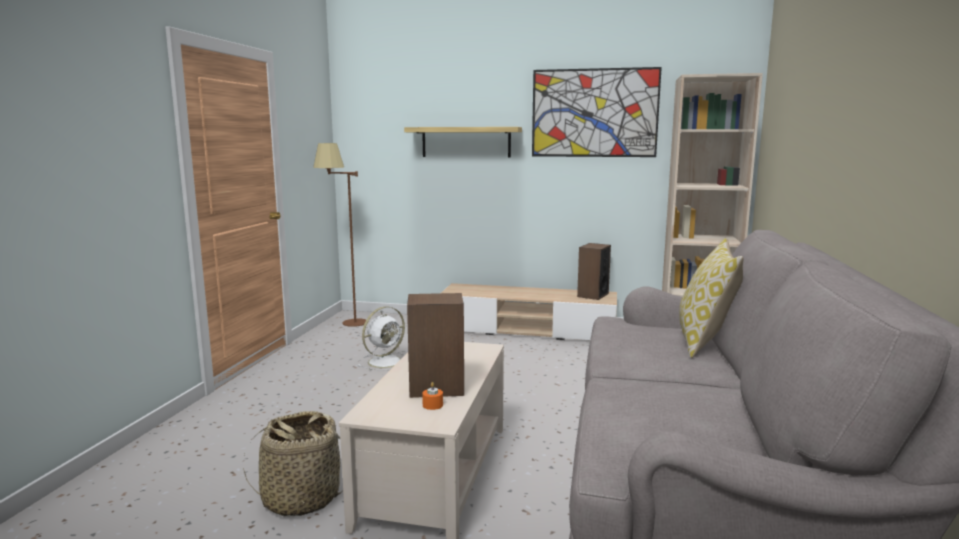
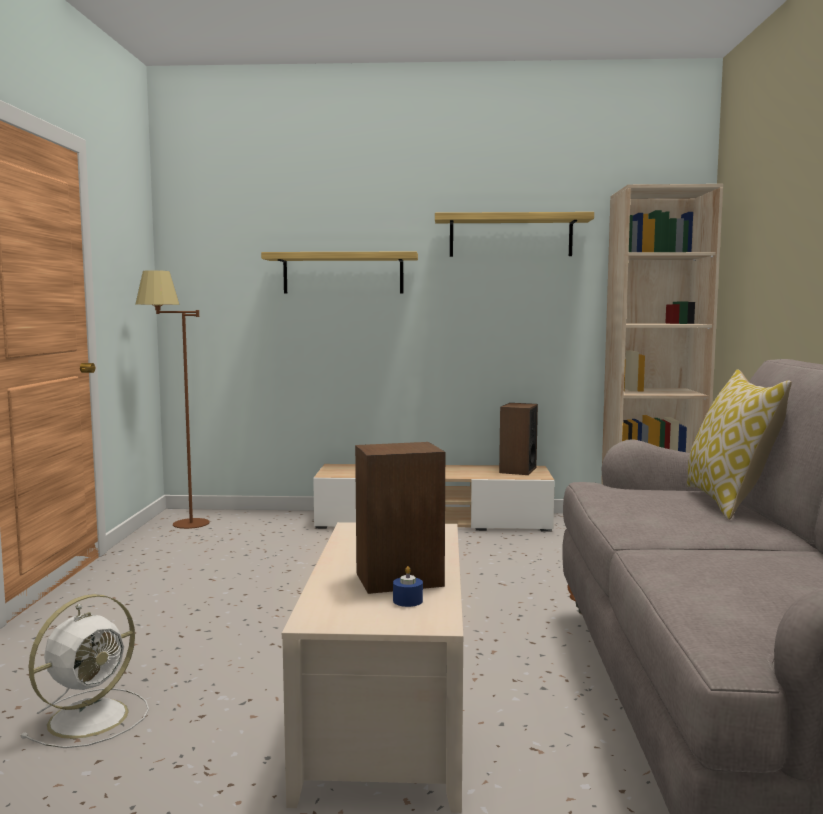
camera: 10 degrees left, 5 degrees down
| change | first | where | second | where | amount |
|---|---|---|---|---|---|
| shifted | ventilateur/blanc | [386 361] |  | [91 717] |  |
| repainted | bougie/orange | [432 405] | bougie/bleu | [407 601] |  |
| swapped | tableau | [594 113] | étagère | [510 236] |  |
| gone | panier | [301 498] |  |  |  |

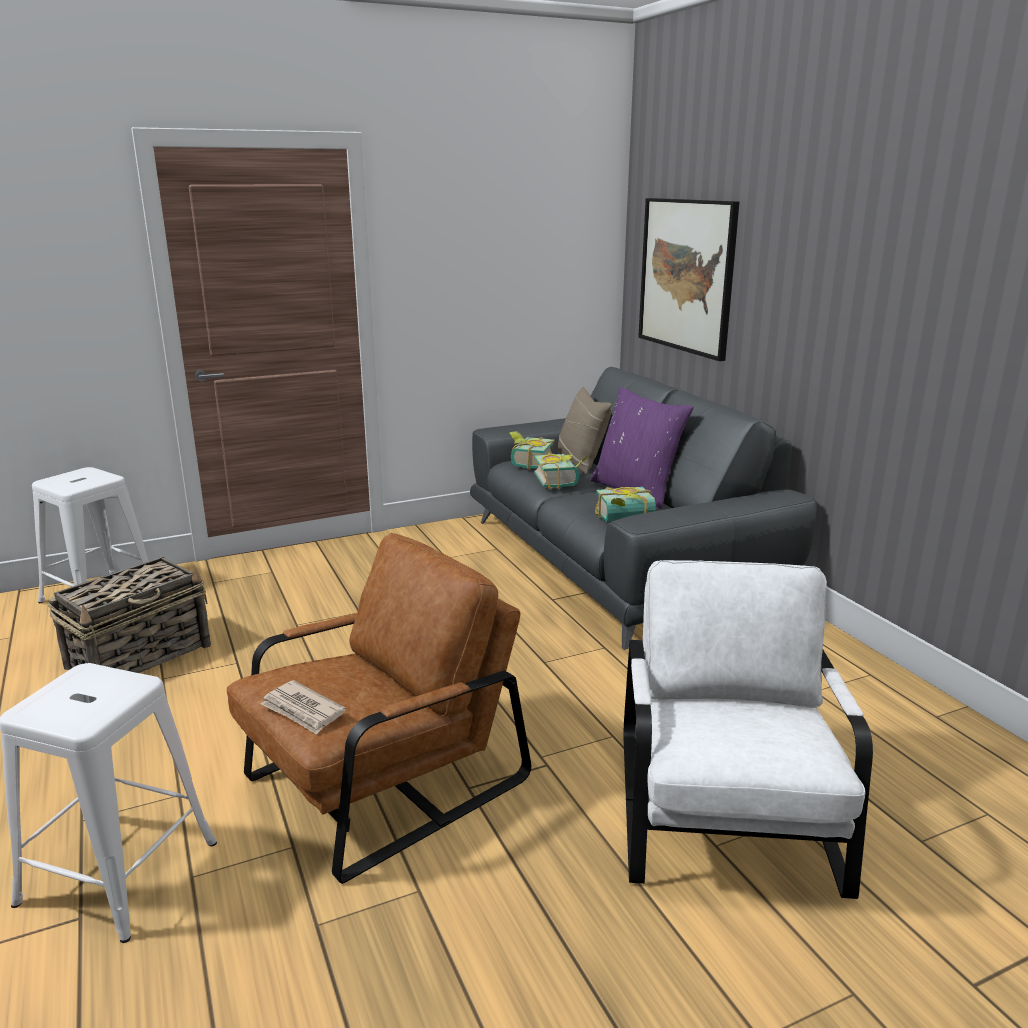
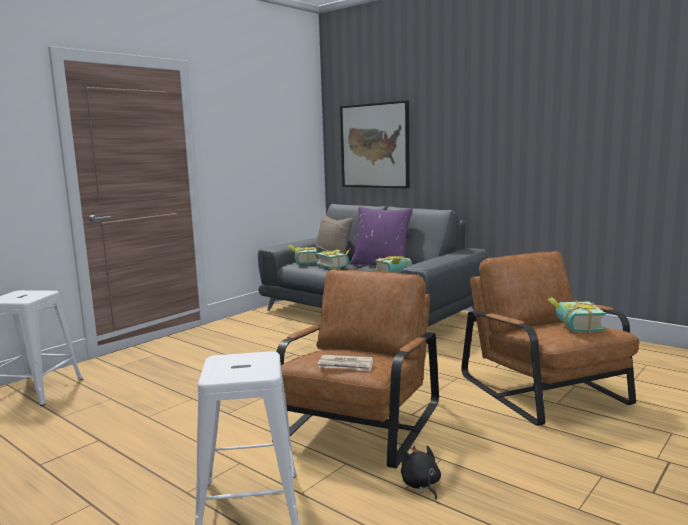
camera: 25 degrees left, 10 degrees down
| change | first | where | second | where | amount |
|---|---|---|---|---|---|
| new |  |  | peluche/noir | [421 485] |  |
| repainted | fauteuil/blanc | [727 810] | fauteuil/marron | [545 390] |  |
| new |  |  | livre | [573 327] |  |
| gone | panier | [141 656] |  |  |  |

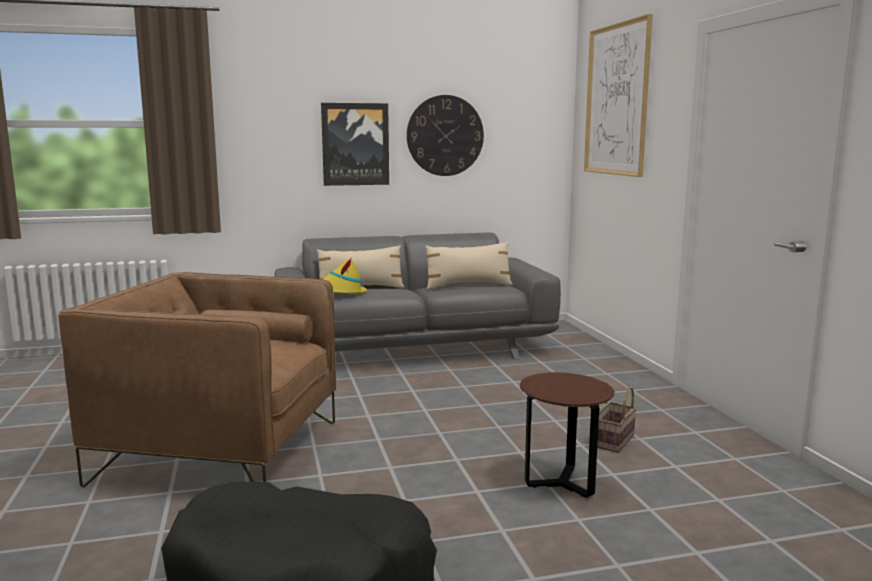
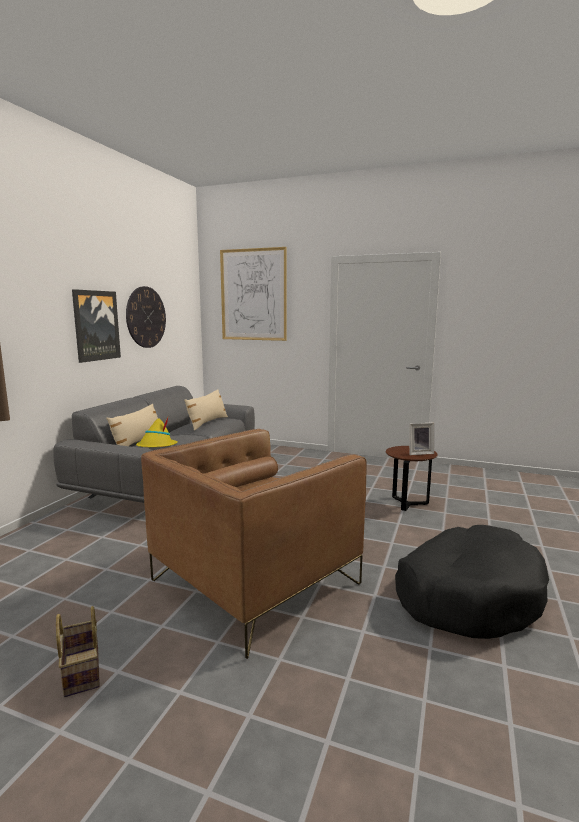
camera: 55 degrees left, 0 degrees up
| change | first | where | second | where | amount |
|---|---|---|---|---|---|
| shifted | panier | [612 440] |  | [80 670] |  |
| new |  |  | cadre photo | [419 453] |  |

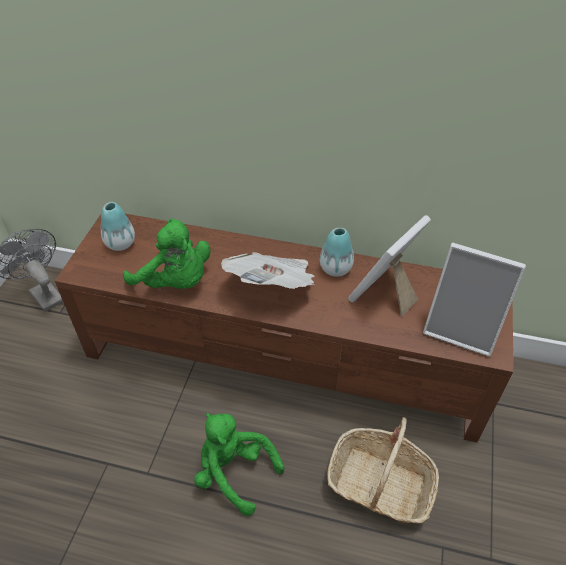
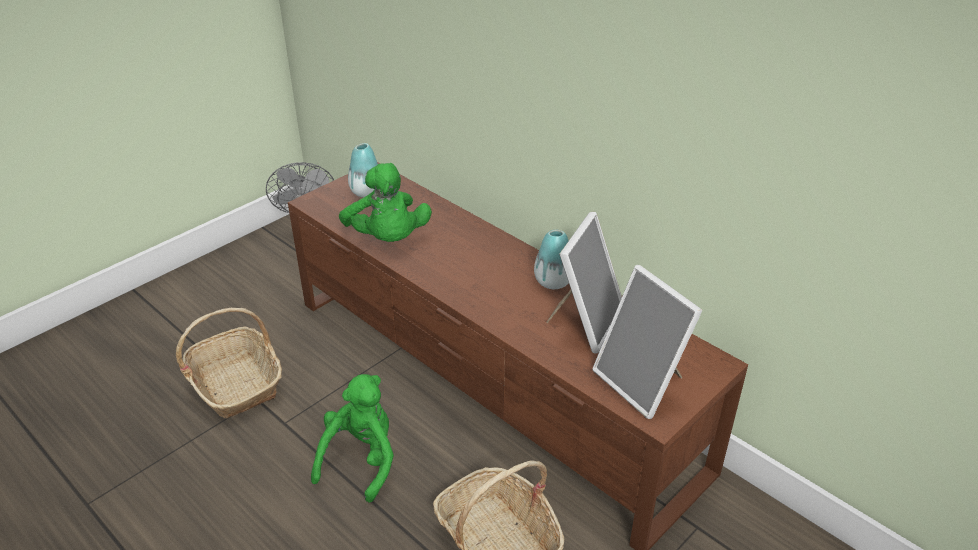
camera: 30 degrees right, 10 degrees down
| change | first | where | second | where | amount |
|---|---|---|---|---|---|
| new |  |  | panier | [235 383] |  |
| rotated | peluche/vert | [234 472] |  | [361 459] | 45 degrees clockwise |
| rotated | cadre photo | [385 294] |  | [585 322] | 135 degrees clockwise |
| gone | journal | [273 286] |  |  |  |

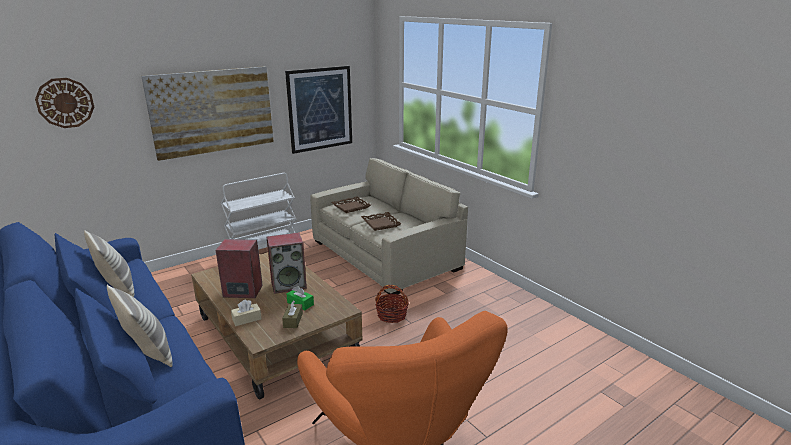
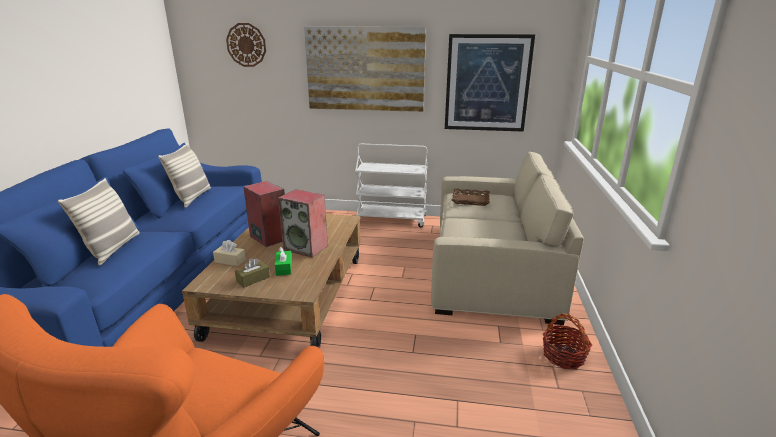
camera: 45 degrees right, 0 degrees up
| change | first | where | second | where | amount |
|---|---|---|---|---|---|
| shifted | panier | [392 315] |  | [563 356] |  |
| gone | plateau/marron | [380 224] |  |  |  |

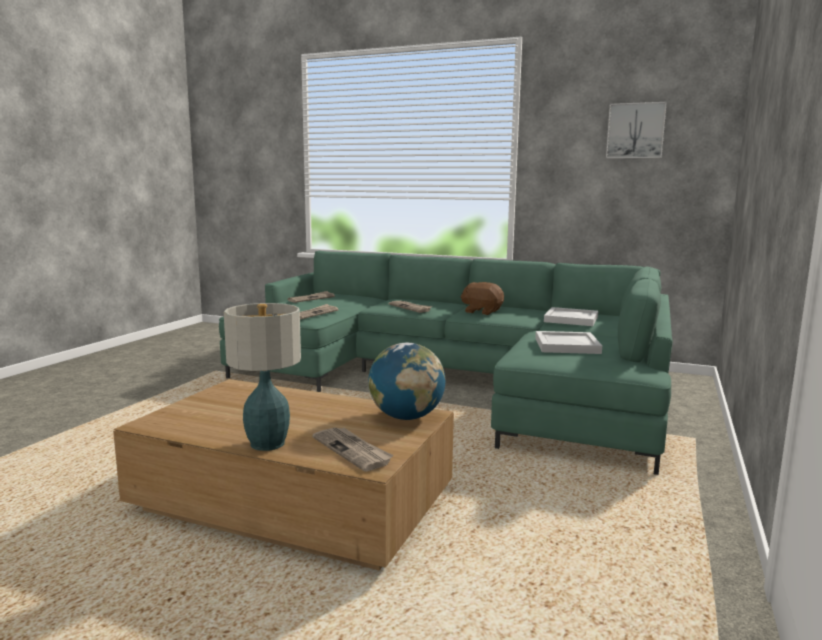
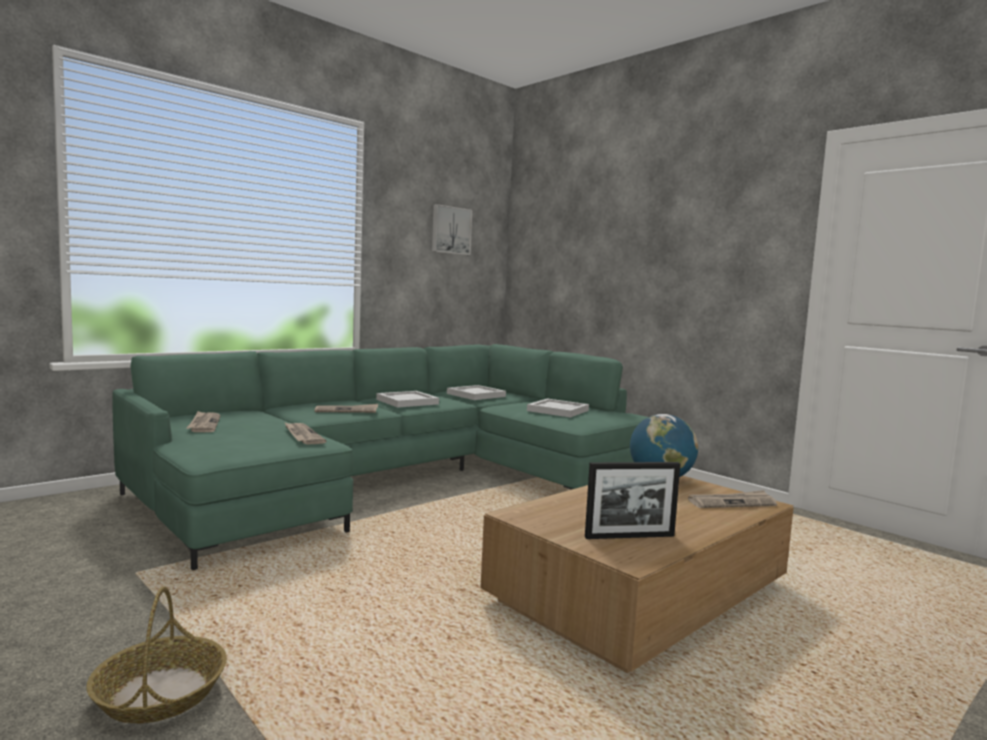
camera: 65 degrees left, 5 degrees down
| change | first | where | second | where | amount |
|---|---|---|---|---|---|
| new |  |  | panier | [159 692] |  |
| swapped | peluche/marron | [482 312] | plateau/blanc | [408 402] |  |
| new |  |  | cadre photo | [629 536] |  |
| gone | lampe de table | [268 443] |  |  |  |

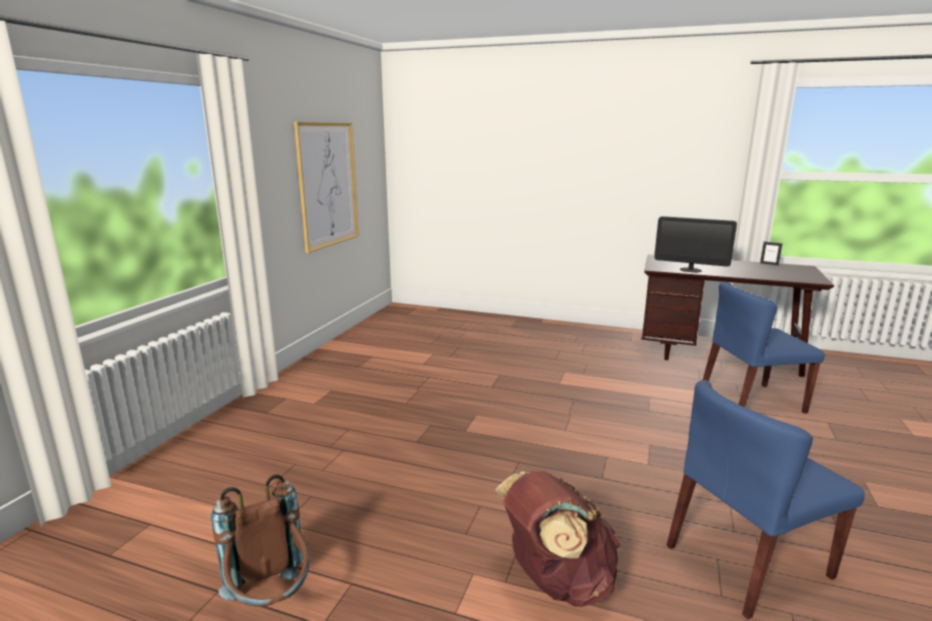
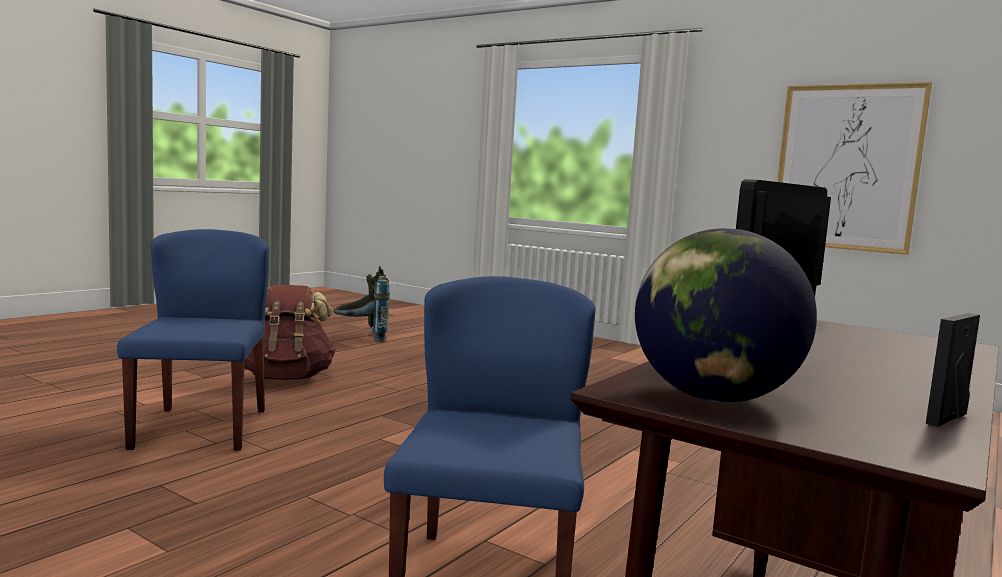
camera: 105 degrees right, 10 degrees down
| change | first | where | second | where | amount |
|---|---|---|---|---|---|
| repainted | sac à dos/marron | [271 603] | sac à dos/gris | [362 337] |  |
| new |  |  | globe | [712 398] |  |

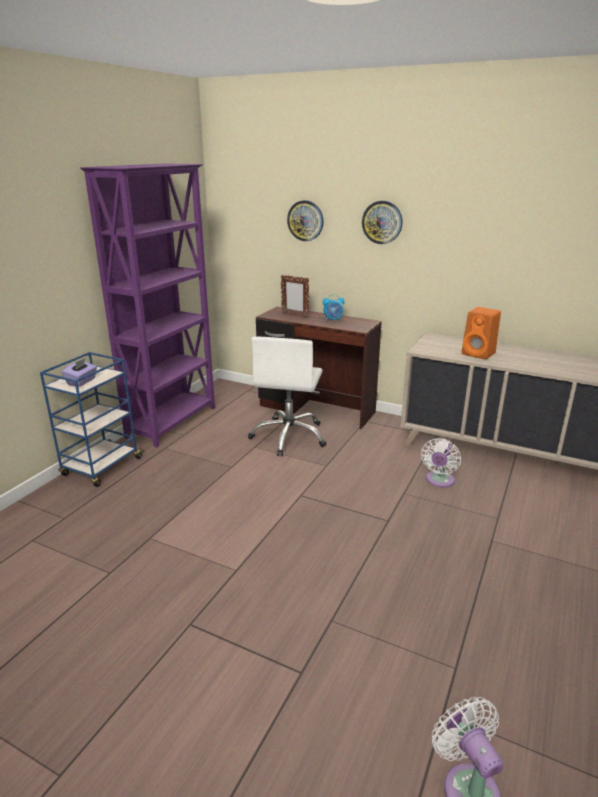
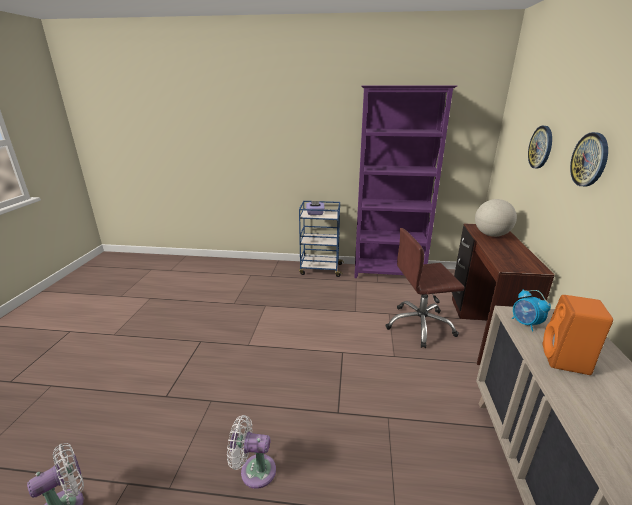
camera: 70 degrees right, 0 degrees up
| change | first | where | second | where | amount |
|---|---|---|---|---|---|
| shifted | ventilateur/blanc | [439 481] |  | [254 470] |  |
| repainted | chaise de bureau/blanc | [289 436] | chaise de bureau/marron | [420 326] |  |
| swapped | cadre photo | [294 315] | globe | [491 235] |  |
| shifted | réveil | [333 320] |  | [525 324] |  |

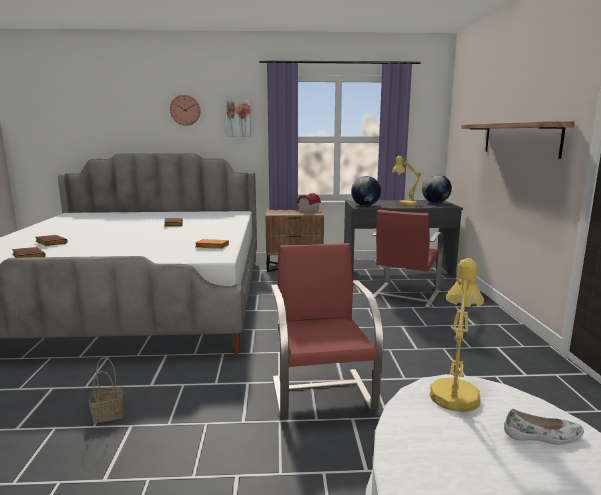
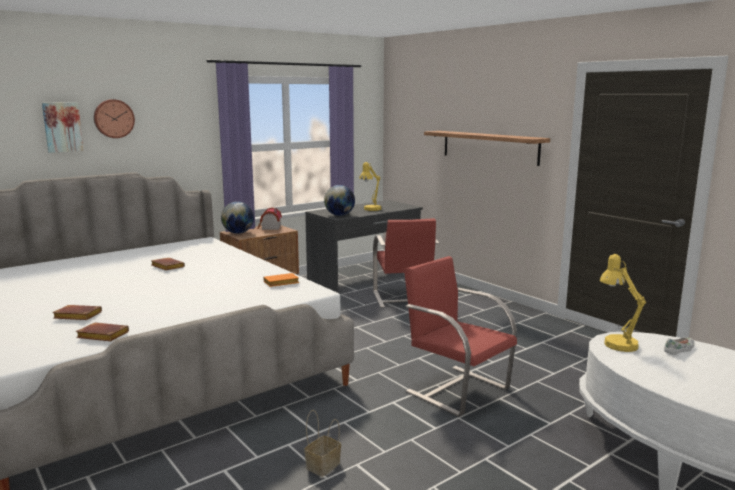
camera: 35 degrees left, 0 degrees up
| change | first | where | second | where | amount |
|---|---|---|---|---|---|
| shifted | tableau | [239 118] |  | [62 127] |  |
| shifted | globe | [435 202] |  | [238 233] |  |

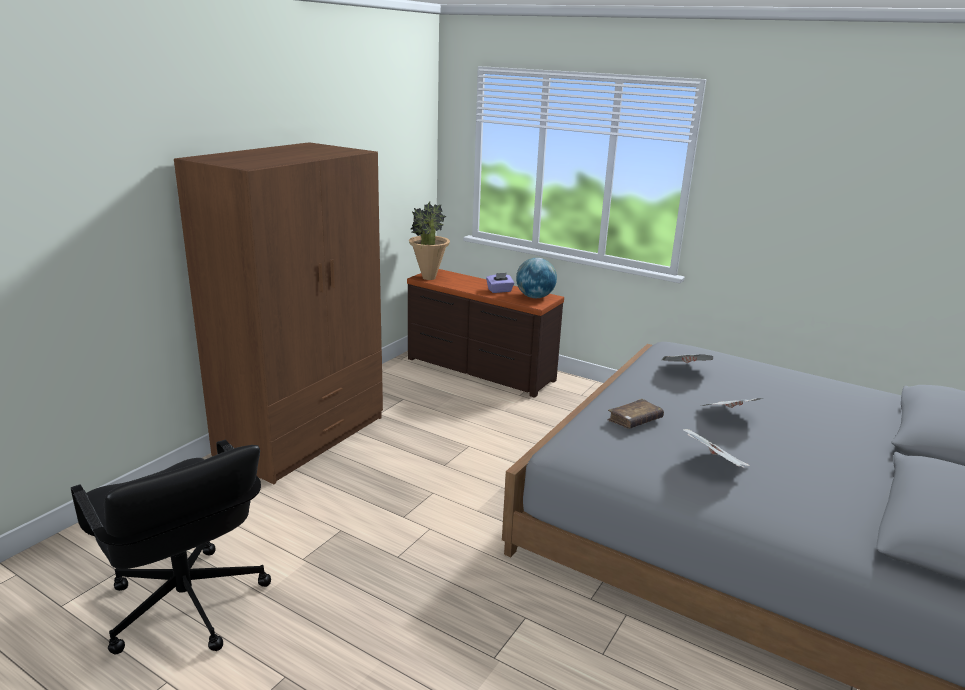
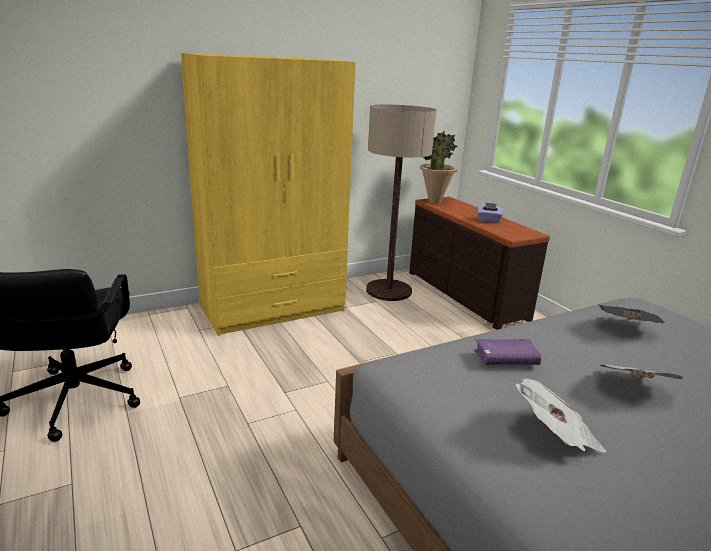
camera: 30 degrees right, 0 degrees up
| change | first | where | second | where | amount |
|---|---|---|---|---|---|
| repainted | armoire/marron | [303 436] | armoire/jaune | [273 308] |  |
| new |  |  | lampadaire | [388 291] |  |
| repainted | livre/marron | [634 420] | livre/violet | [505 360] |  |
| gone | globe | [535 297] |  |  |  |

